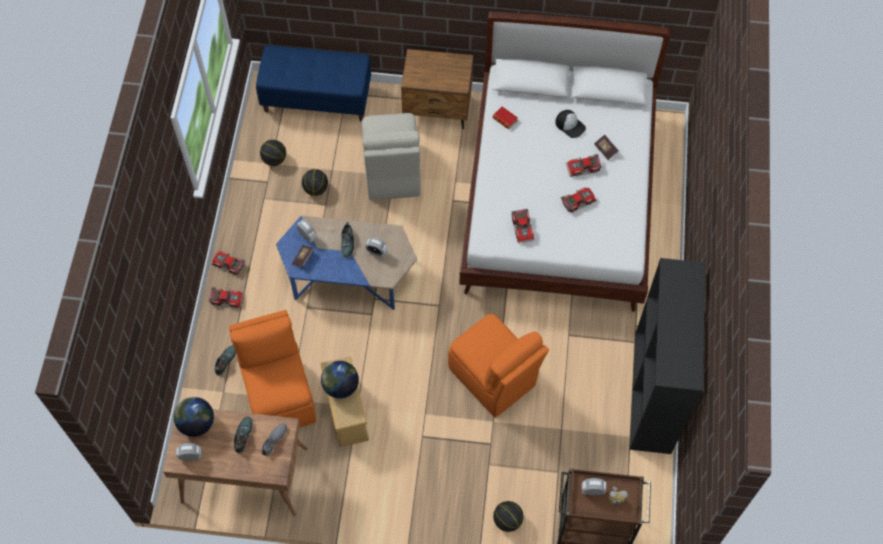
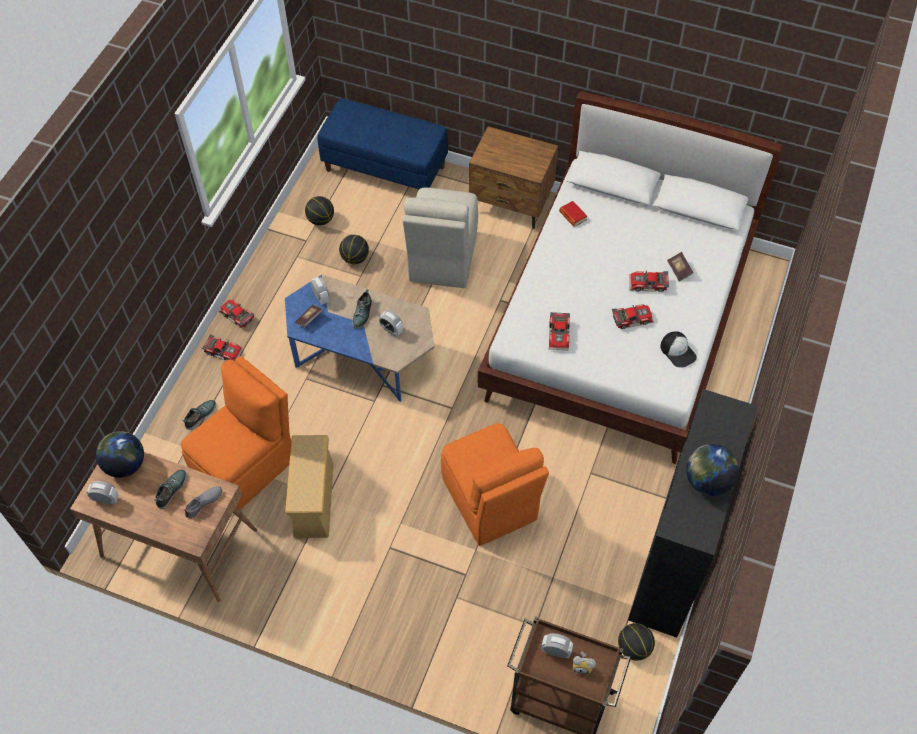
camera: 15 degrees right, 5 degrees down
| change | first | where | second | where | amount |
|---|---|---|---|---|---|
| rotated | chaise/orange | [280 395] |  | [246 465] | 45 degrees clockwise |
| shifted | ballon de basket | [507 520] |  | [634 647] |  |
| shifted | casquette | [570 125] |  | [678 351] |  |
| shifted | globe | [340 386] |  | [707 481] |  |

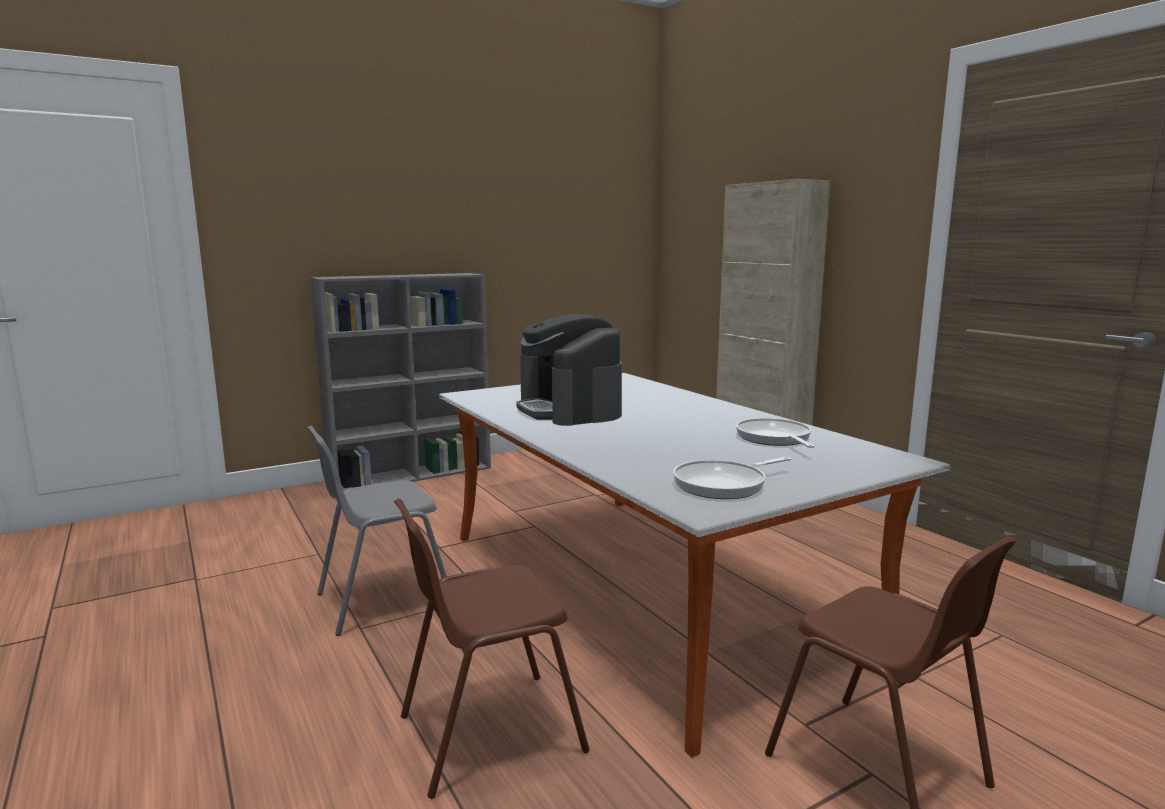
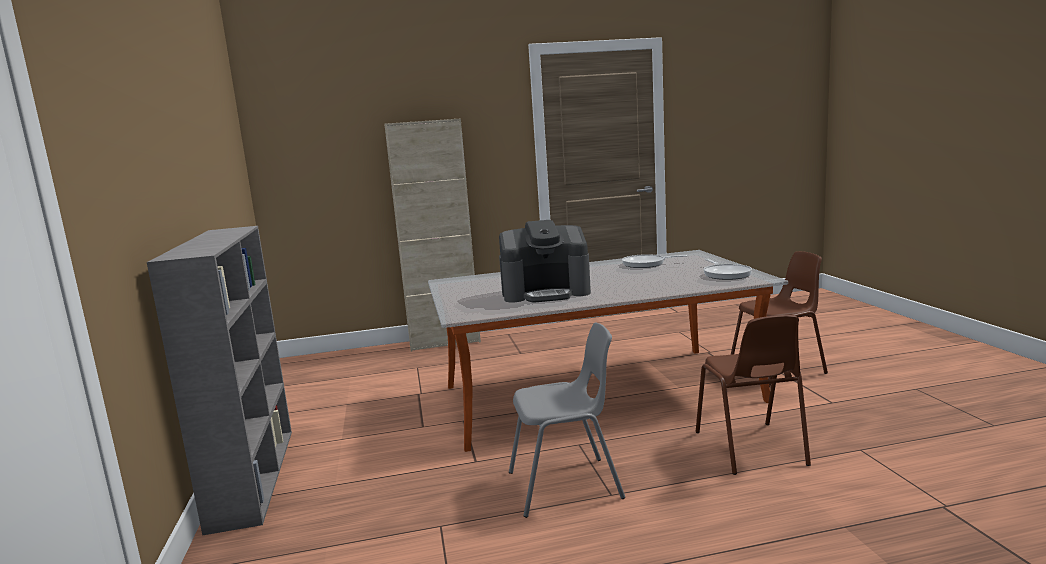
camera: 70 degrees left, 0 degrees up
| change | first | where | second | where | amount |
|---|---|---|---|---|---|
| rotated | chaise/gris | [383 600] |  | [566 486] | 90 degrees counterclockwise |

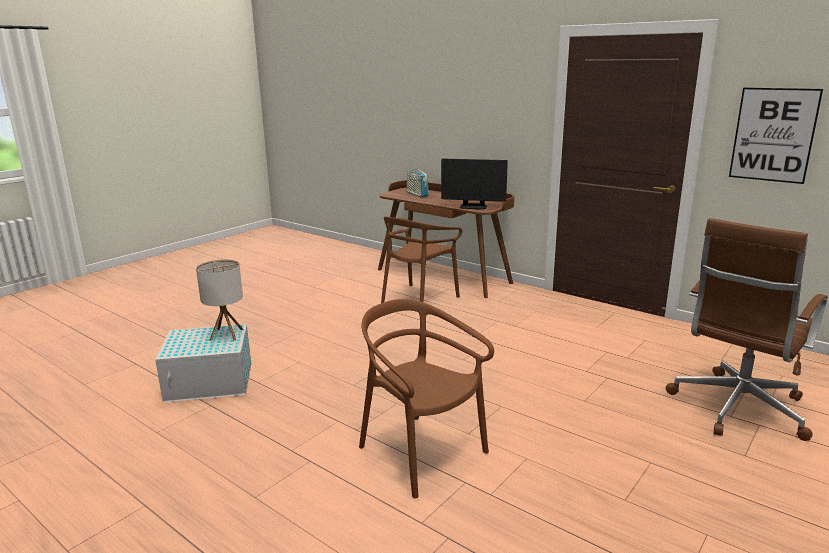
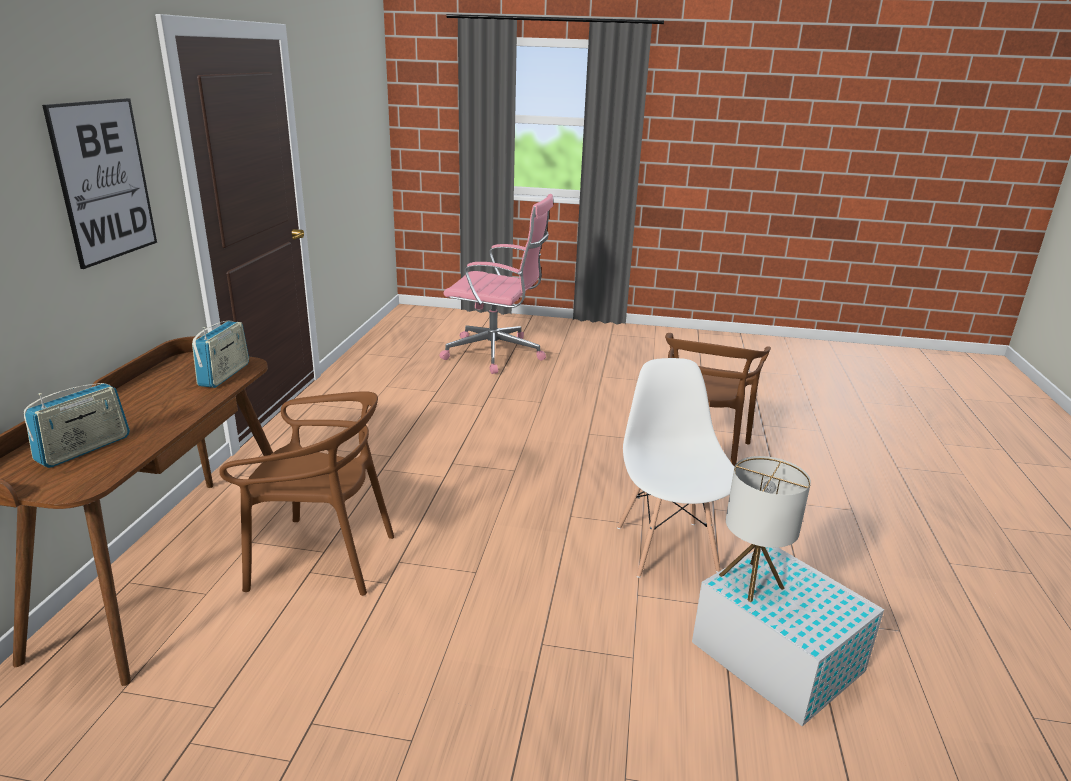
camera: 120 degrees left, 5 degrees up
| change | first | where | second | where | amount |
|---|---|---|---|---|---|
| shifted | tableau | [773 135] |  | [104 181] |  |
| swapped | écran d'ordinateur | [473 207] | radio | [224 375] |  |
| repainted | chaise de bureau/marron | [736 408] | chaise de bureau/rose | [497 354] |  |
| new |  |  | chaise/blanc | [667 548] |  |

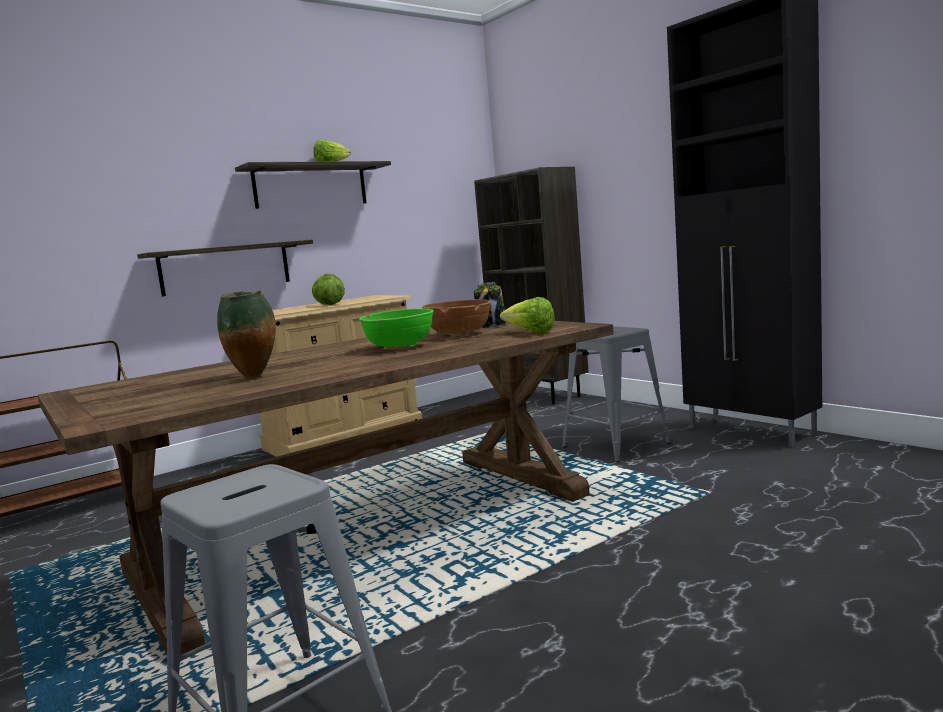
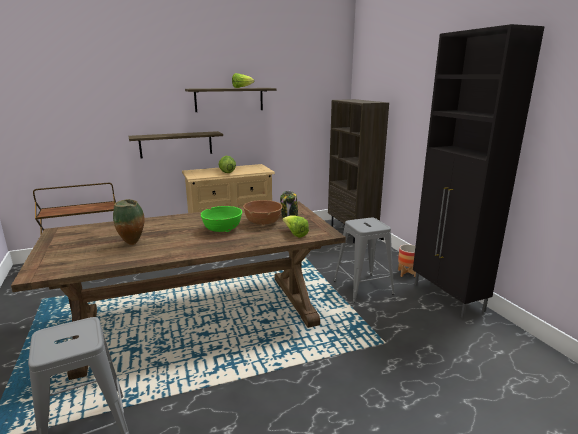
camera: 15 degrees right, 10 degrees up
| change | first | where | second | where | amount |
|---|---|---|---|---|---|
| new |  |  | cache-pot | [407 273] |  |

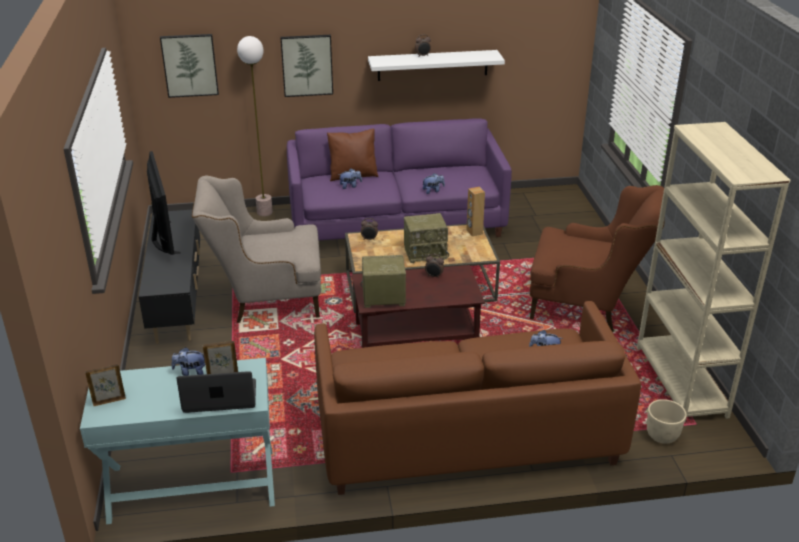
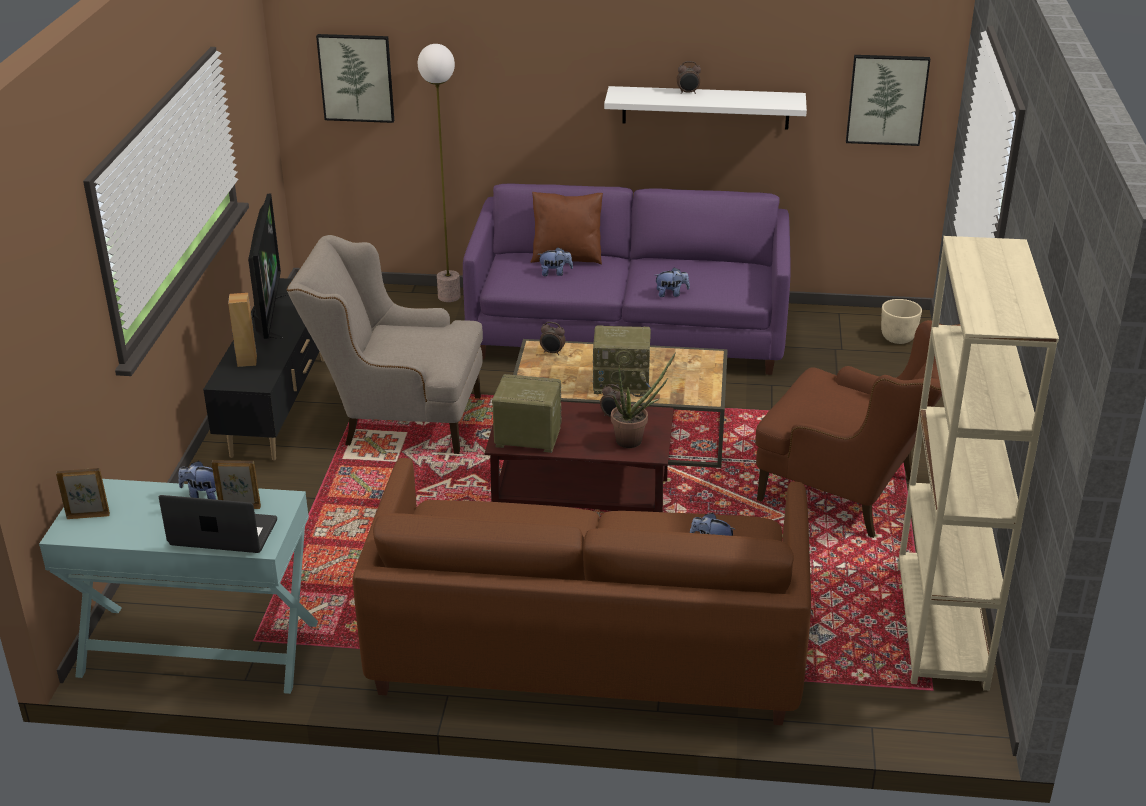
camera: 15 degrees right, 0 degrees up
| change | first | where | second | where | amount |
|---|---|---|---|---|---|
| shifted | enceinte/marron | [474 232] |  | [246 361] |  |
| new |  |  | plante en pot | [635 440] |  |
| shifted | tableau | [307 65] |  | [887 99] |  |
| shifted | cache-pot/beige | [662 436] |  | [898 339] |  |

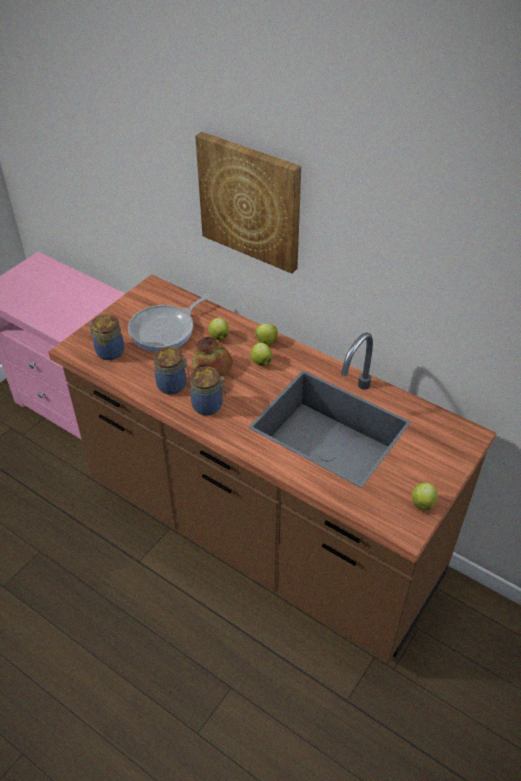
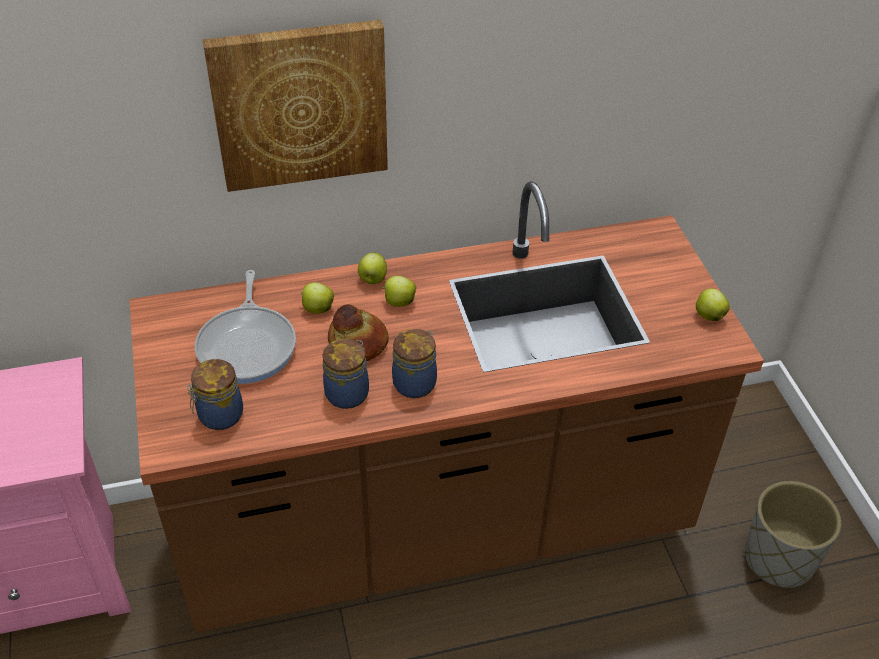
camera: 50 degrees left, 0 degrees up
| change | first | where | second | where | amount |
|---|---|---|---|---|---|
| new |  |  | cache-pot/gris | [779 559] |  |

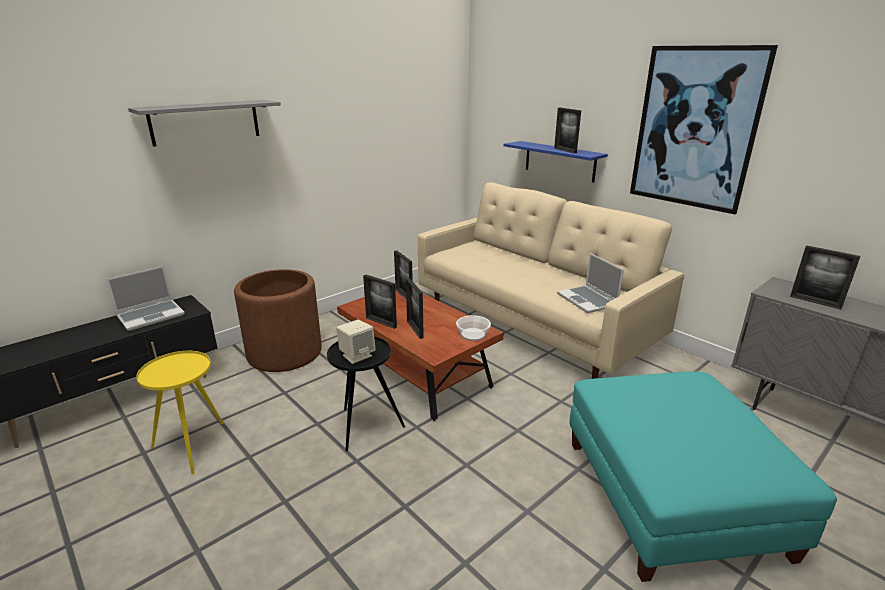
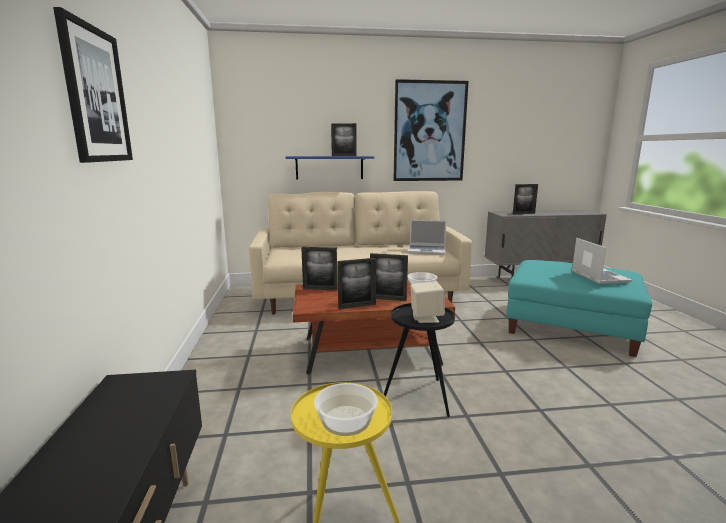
camera: 55 degrees left, 10 degrees down
| change | first | where | second | where | amount |
|---|---|---|---|---|---|
| swapped | étagère/gris | [205 122] | tableau | [95 95] |  |
| new |  |  | bol | [346 420] |  |
| shifted | ordinateur portable | [151 315] |  | [598 276] |  |
| gone | cache-pot/marron | [285 353] |  |  |  |

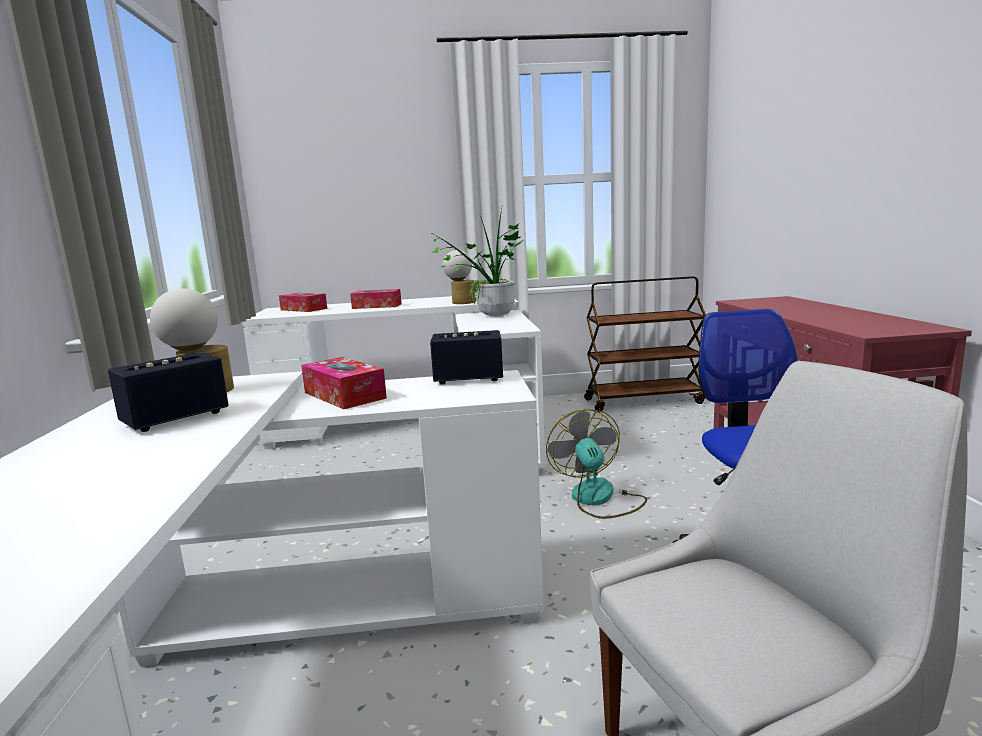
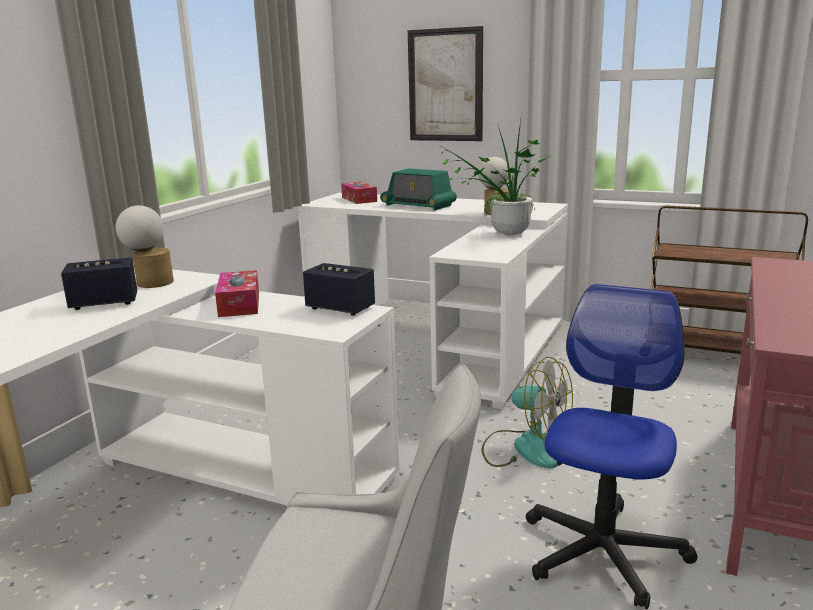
camera: 30 degrees right, 5 degrees up
| change | first | where | second | where | amount |
|---|---|---|---|---|---|
| swapped | boîte à mouchoirs | [377 306] | radio | [418 205] |  |
| new |  |  | tableau | [445 85] |  |
| rotated | ventilateur | [598 499] |  | [525 448] | 105 degrees clockwise |

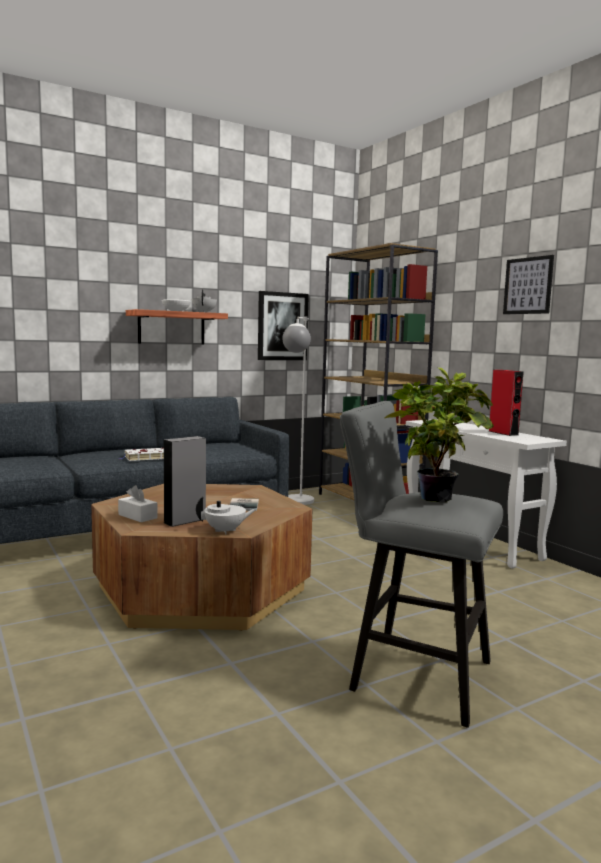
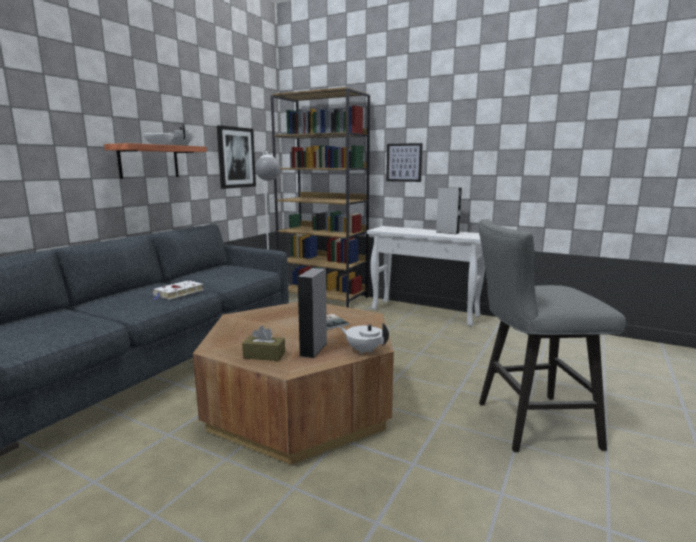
camera: 30 degrees left, 5 degrees up
| change | first | where | second | where | amount |
|---|---|---|---|---|---|
| repainted | boîte à mouchoirs/blanc | [137 516] | boîte à mouchoirs/marron | [264 355] |  |
| rotated | théière/blanc | [225 531] |  | [363 350] | 105 degrees counterclockwise |
| shifted | tableau | [528 285] |  | [404 162] |  |
| repainted | enceinte/rouge | [503 433] | enceinte/gris | [447 232] |  |
| gone | plante en pot | [435 497] |  |  |  |

